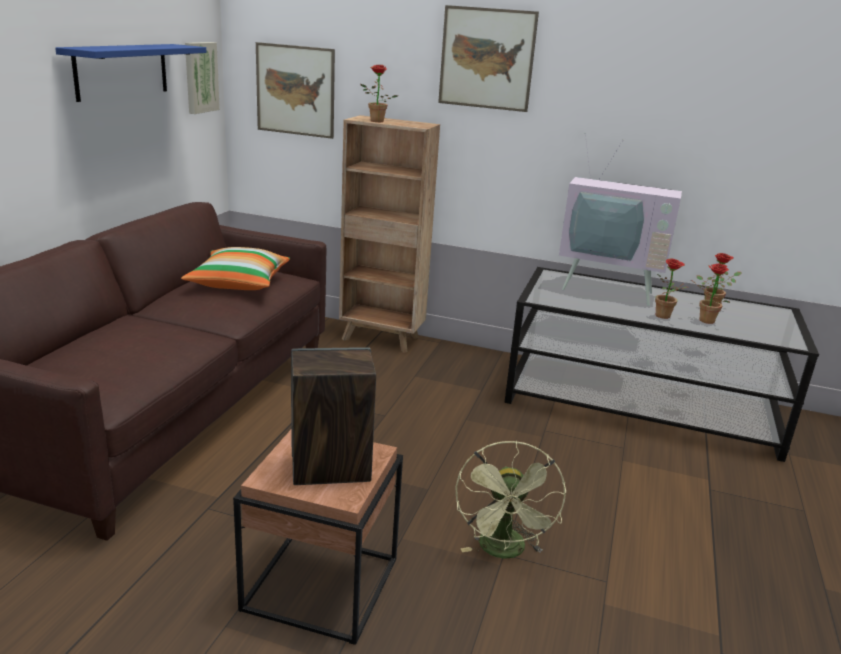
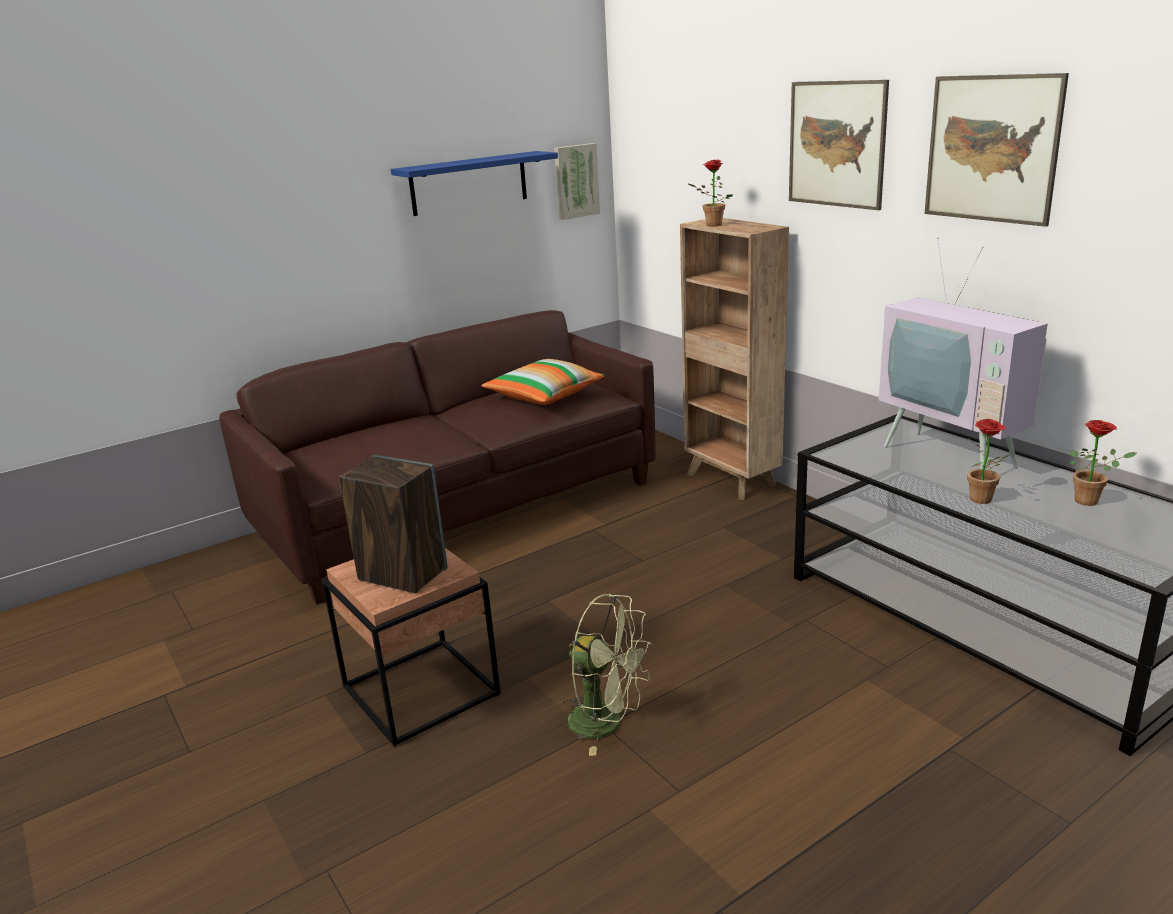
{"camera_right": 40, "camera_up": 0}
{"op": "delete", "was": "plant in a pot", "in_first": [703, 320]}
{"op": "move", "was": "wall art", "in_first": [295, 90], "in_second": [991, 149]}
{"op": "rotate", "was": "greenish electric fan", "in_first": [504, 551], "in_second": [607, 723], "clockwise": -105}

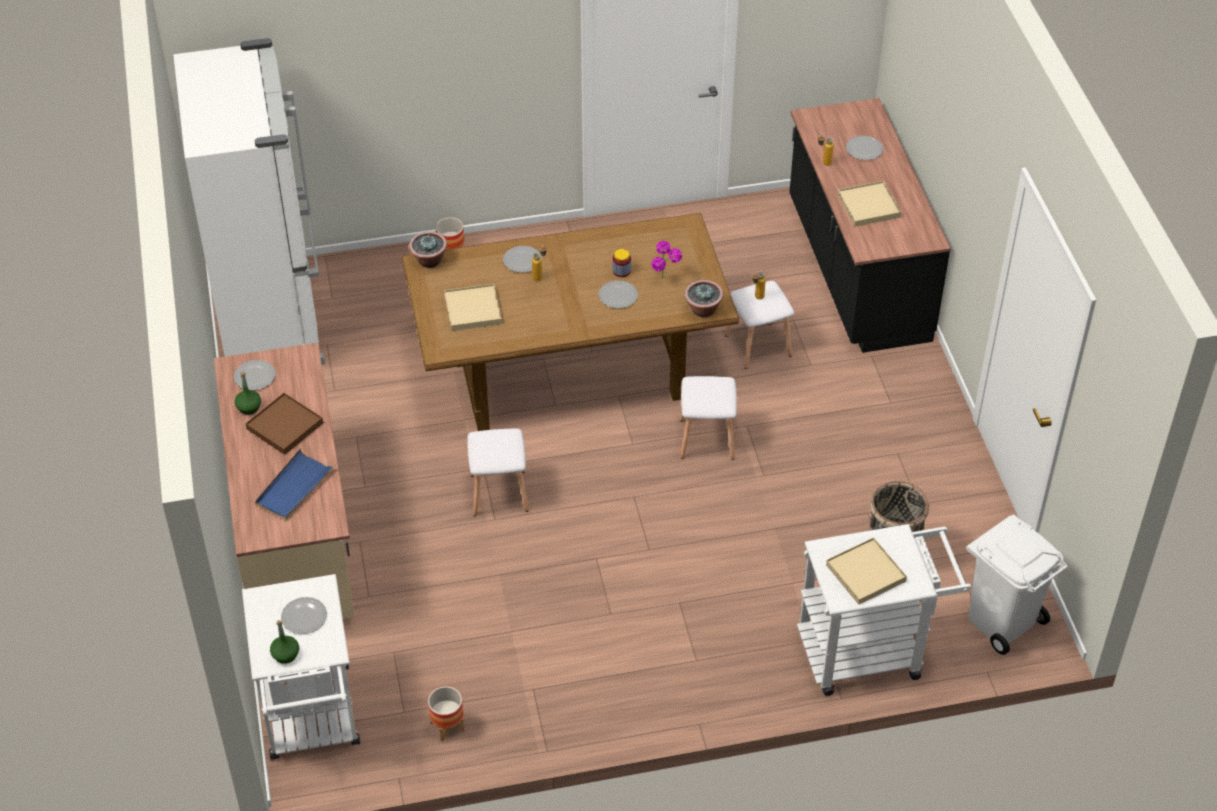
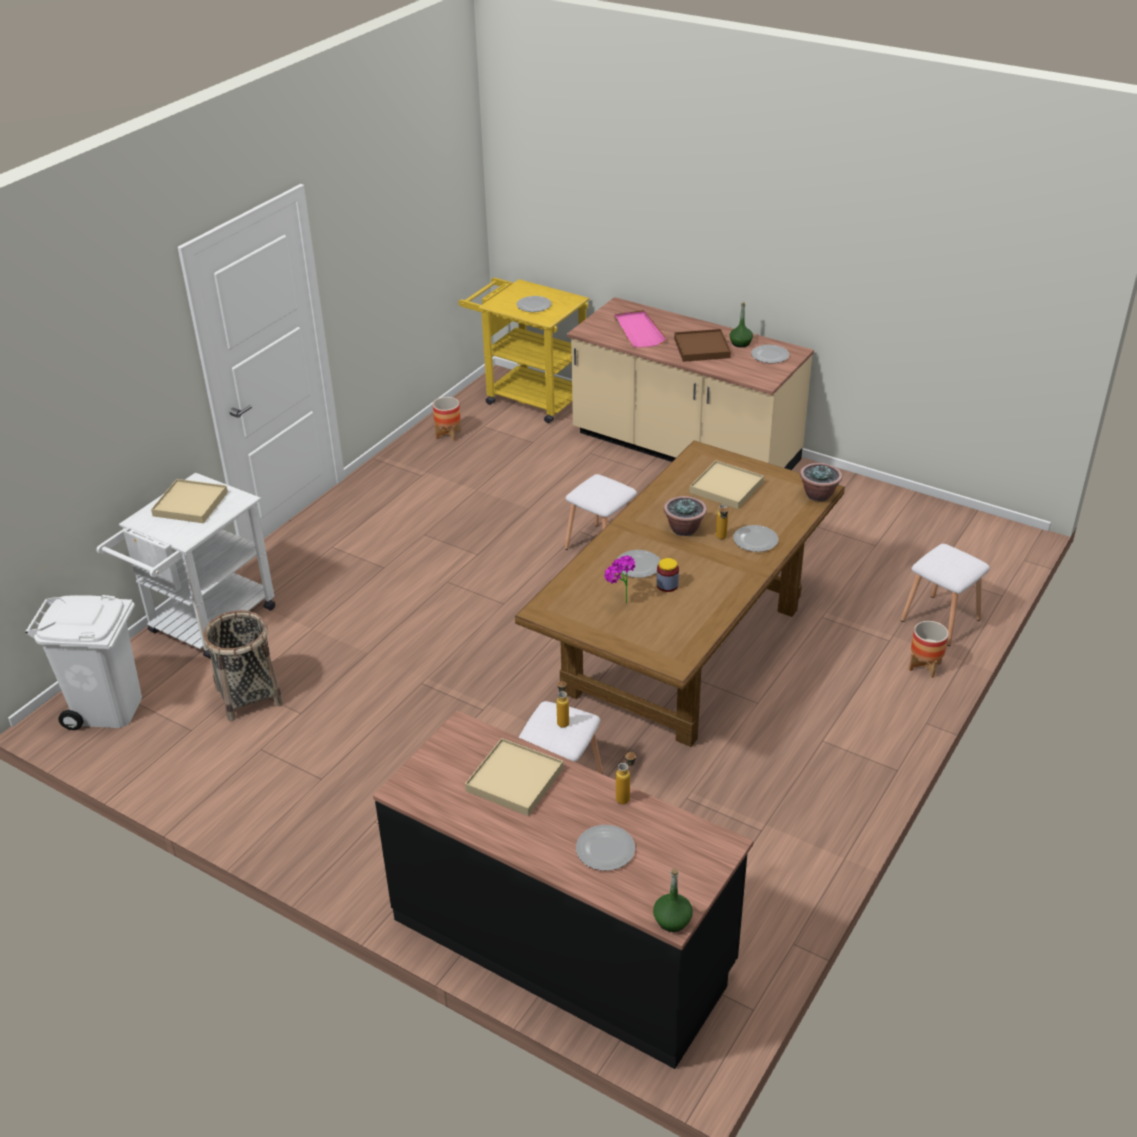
{"camera_right": 135, "camera_up": -10}
{"op": "delete", "was": "whitish kitchen fridge", "in_first": [272, 320]}
{"op": "move", "was": "greenish beverage bottle", "in_first": [285, 654], "in_second": [672, 920]}
{"op": "move", "was": "whitish stool", "in_first": [705, 439], "in_second": [940, 619]}
{"op": "move", "was": "plant in a pot", "in_first": [703, 310], "in_second": [684, 529]}
{"op": "recolor", "was": "whitish cart", "now": "yellow cart", "in_first": [312, 720], "in_second": [528, 396]}
{"op": "recolor", "was": "blue serving tray", "now": "pink serving tray", "in_first": [294, 487], "in_second": [638, 331]}

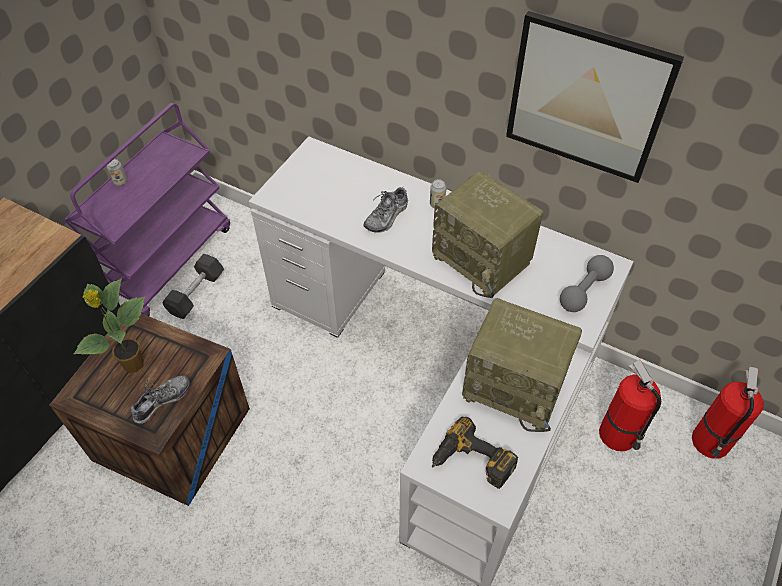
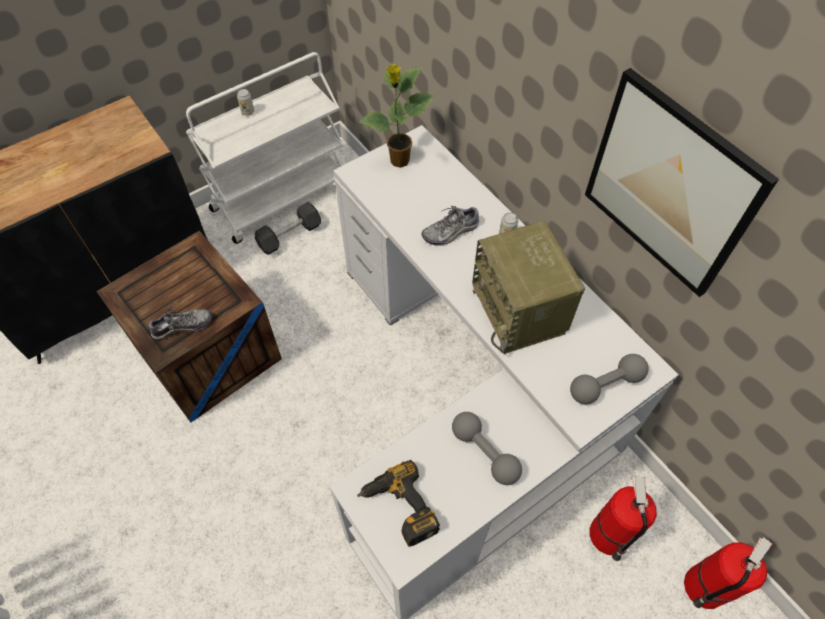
{"camera_right": 25, "camera_up": 5}
{"op": "move", "was": "plant in a pot", "in_first": [133, 365], "in_second": [399, 161]}
{"op": "replace", "was": "radio", "now": "gray dumbbell", "in_first": [516, 386], "in_second": [485, 453]}
{"op": "recolor", "was": "purple-coloured cart", "now": "whitish cart", "in_first": [168, 260], "in_second": [281, 196]}

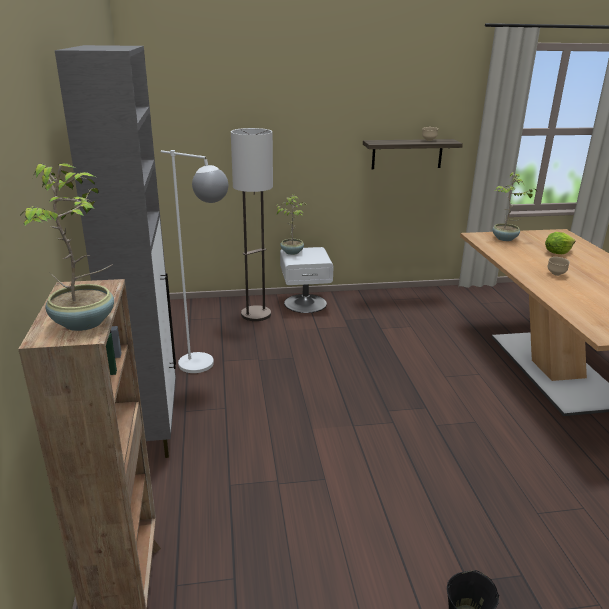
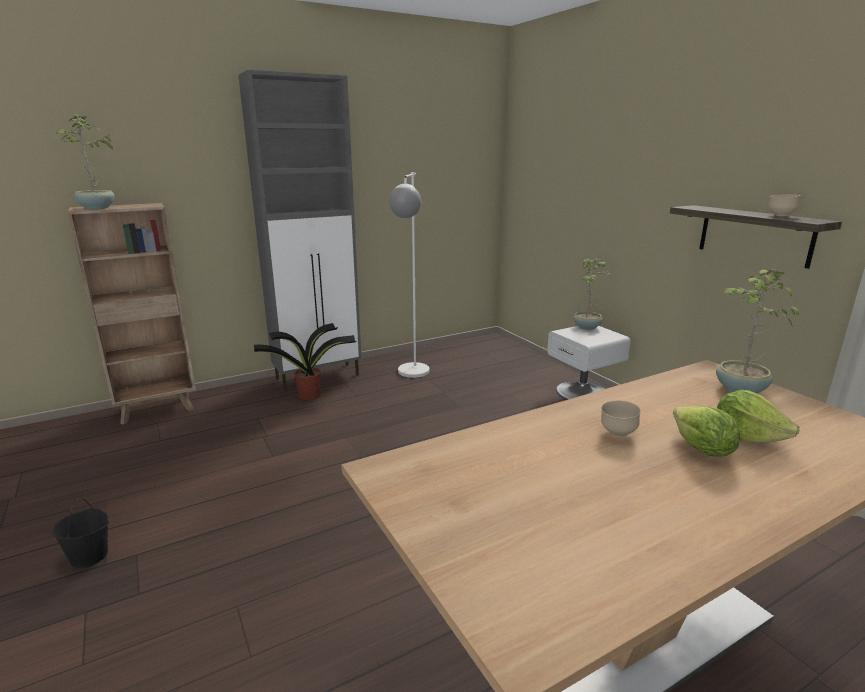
{"camera_right": 70, "camera_up": -5}
{"op": "delete", "was": "standing lamp", "in_first": [256, 314]}
{"op": "insert", "now": "plant in a pot", "in_second": [311, 395]}
{"op": "insert", "now": "lettuce", "in_second": [701, 449]}

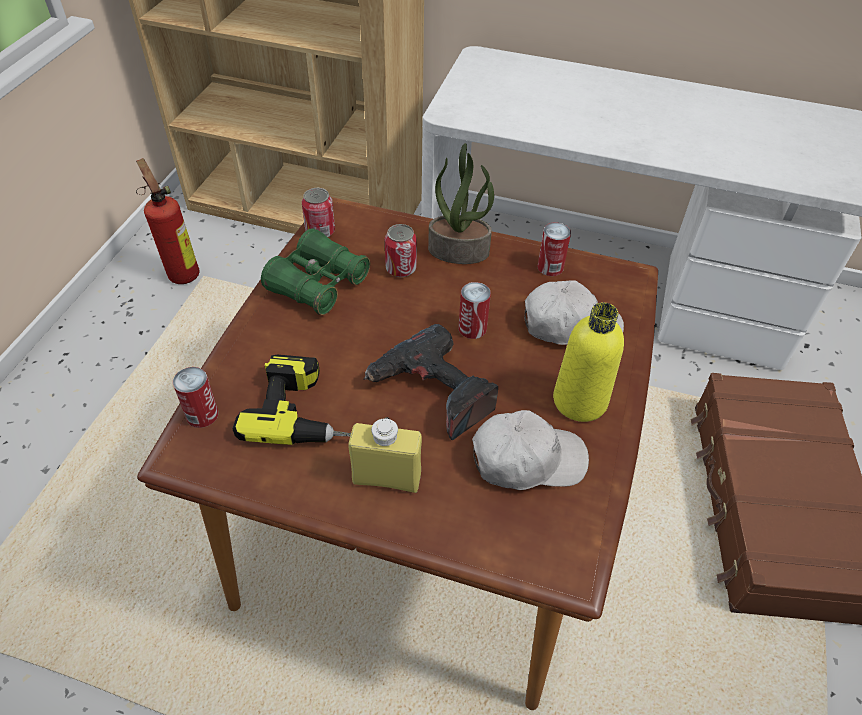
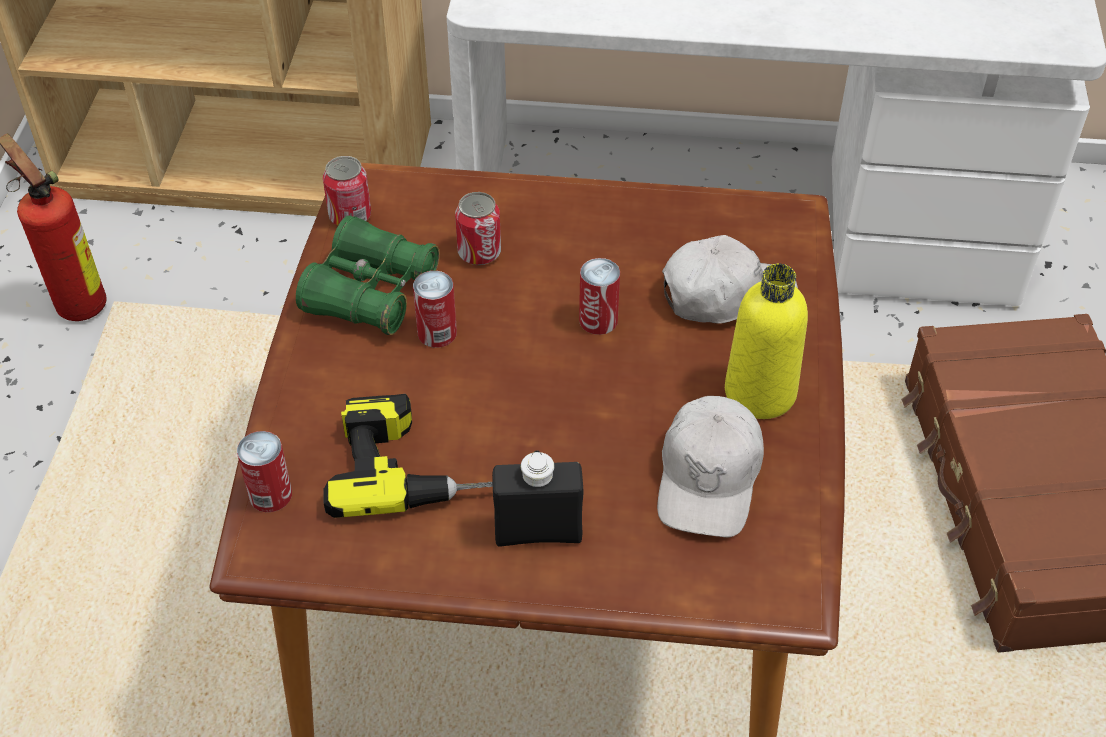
{"camera_right": -10, "camera_up": 0}
{"op": "delete", "was": "power drill", "in_first": [433, 392]}
{"op": "delete", "was": "plant in a pot", "in_first": [459, 250]}
{"op": "move", "was": "sealed can", "in_first": [550, 267], "in_second": [437, 333]}
{"op": "recolor", "was": "yellow beverage bottle", "now": "blackish beverage bottle", "in_first": [386, 478], "in_second": [538, 532]}
{"op": "rotate", "was": "whitish cap", "in_first": [527, 459], "in_second": [709, 478], "clockwise": 120}

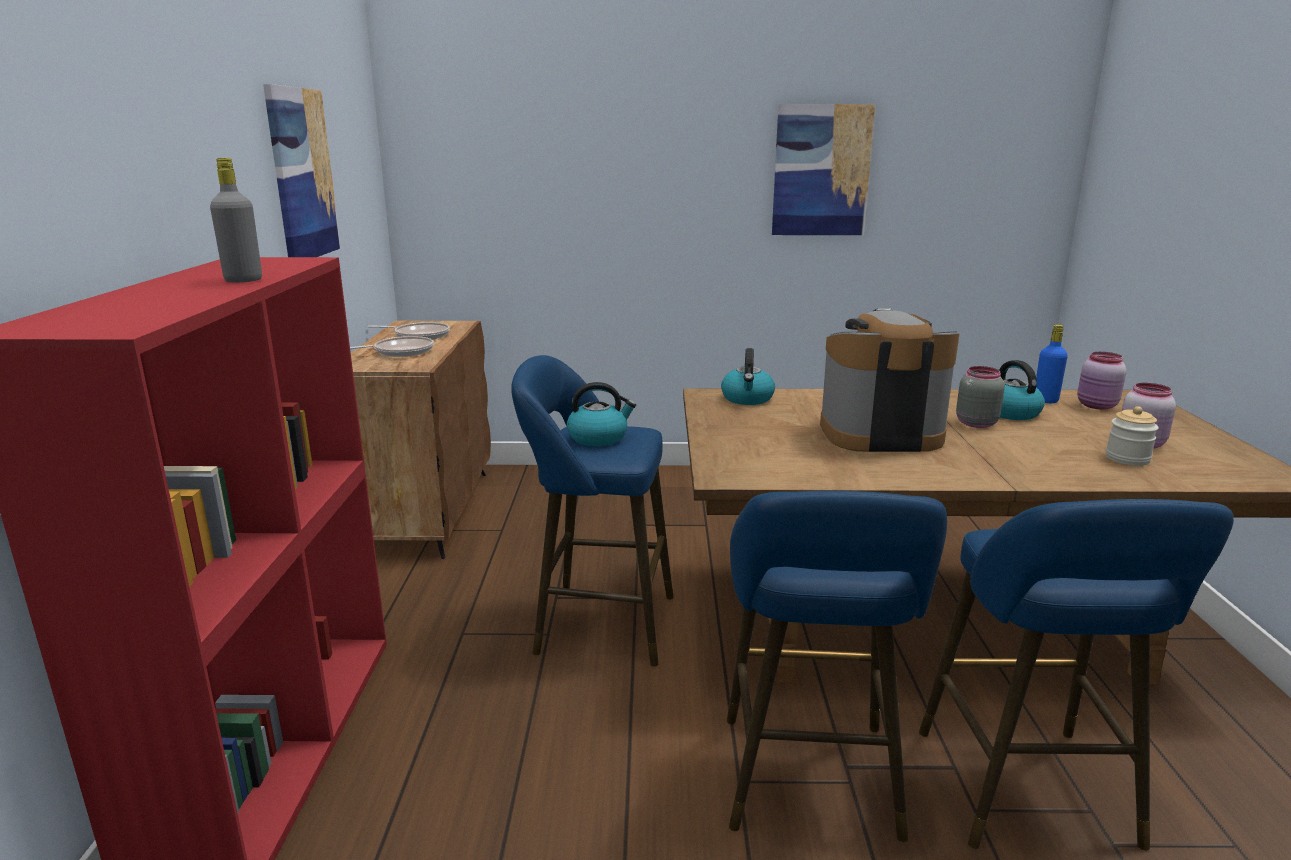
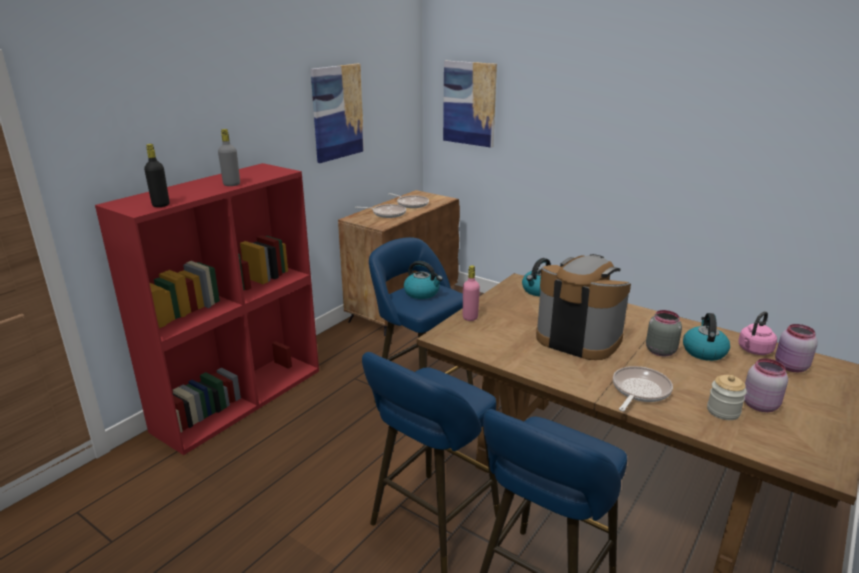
{"camera_right": 35, "camera_up": 5}
{"op": "insert", "now": "blackish beverage bottle", "in_second": [161, 205]}
{"op": "insert", "now": "pink beverage bottle", "in_second": [470, 317]}
{"op": "insert", "now": "pan", "in_second": [639, 390]}
{"op": "move", "was": "wall art", "in_first": [821, 171], "in_second": [469, 103]}
{"op": "replace", "was": "blue beverage bottle", "now": "pink kettle", "in_first": [1045, 400], "in_second": [754, 350]}

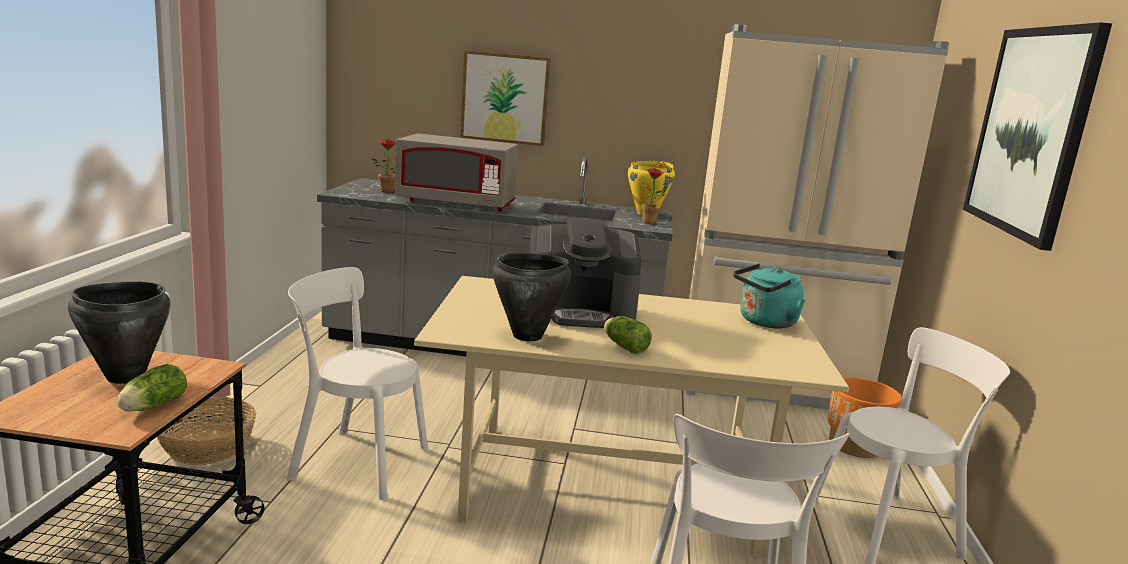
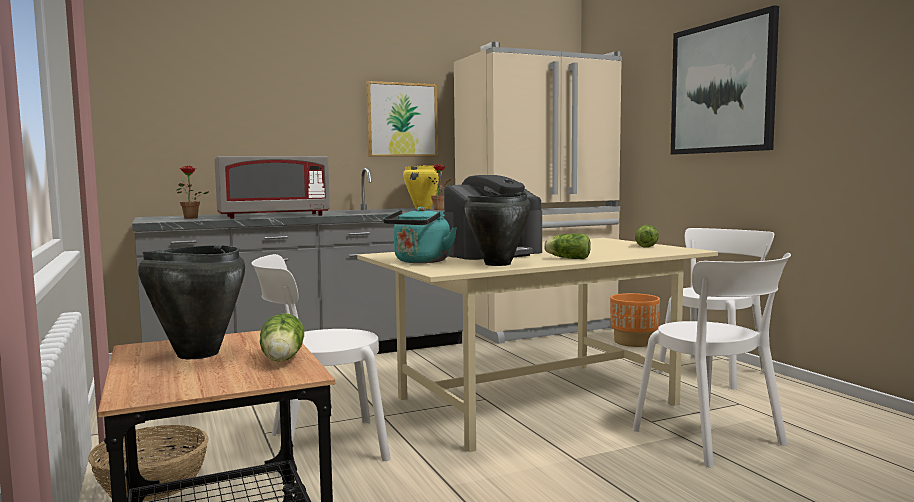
{"camera_right": -30, "camera_up": -10}
{"op": "insert", "now": "lettuce", "in_second": [646, 246]}
{"op": "move", "was": "wall art", "in_first": [505, 98], "in_second": [402, 120]}
{"op": "move", "was": "blue-green kettle", "in_first": [765, 322], "in_second": [420, 262]}

